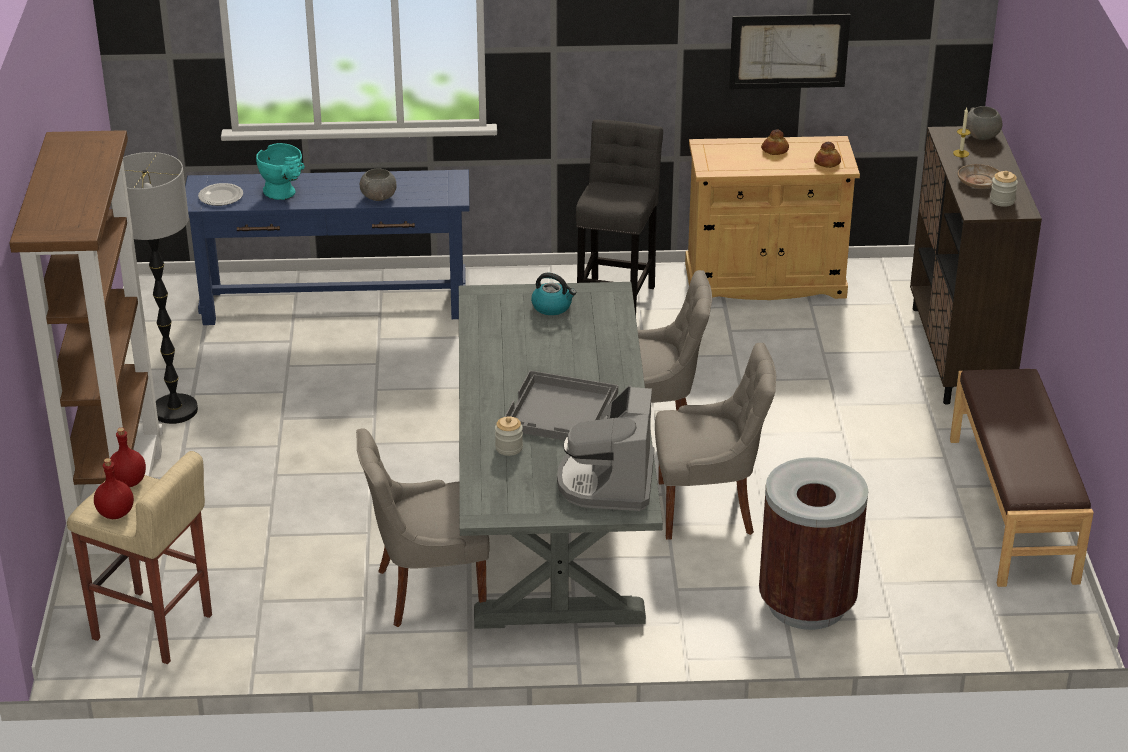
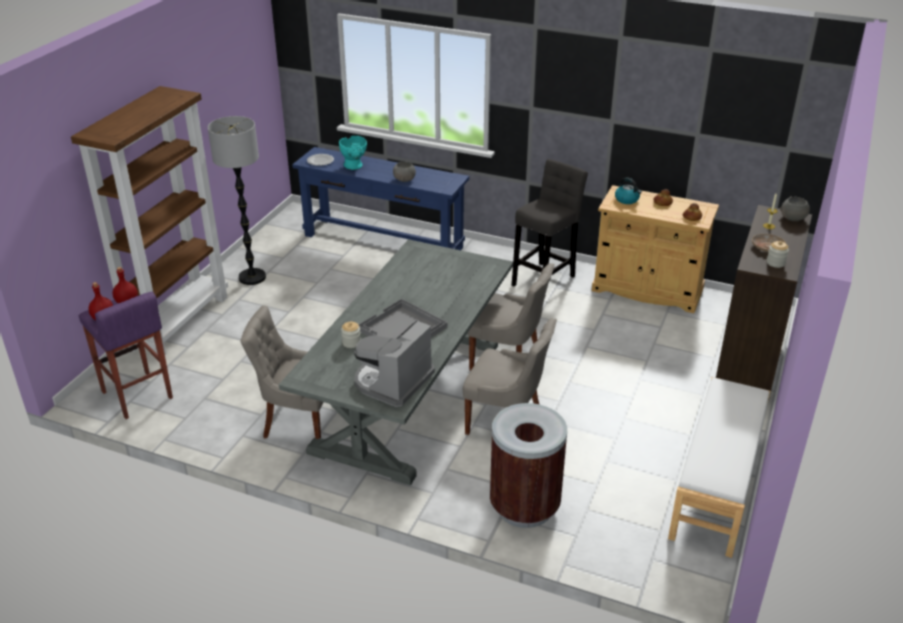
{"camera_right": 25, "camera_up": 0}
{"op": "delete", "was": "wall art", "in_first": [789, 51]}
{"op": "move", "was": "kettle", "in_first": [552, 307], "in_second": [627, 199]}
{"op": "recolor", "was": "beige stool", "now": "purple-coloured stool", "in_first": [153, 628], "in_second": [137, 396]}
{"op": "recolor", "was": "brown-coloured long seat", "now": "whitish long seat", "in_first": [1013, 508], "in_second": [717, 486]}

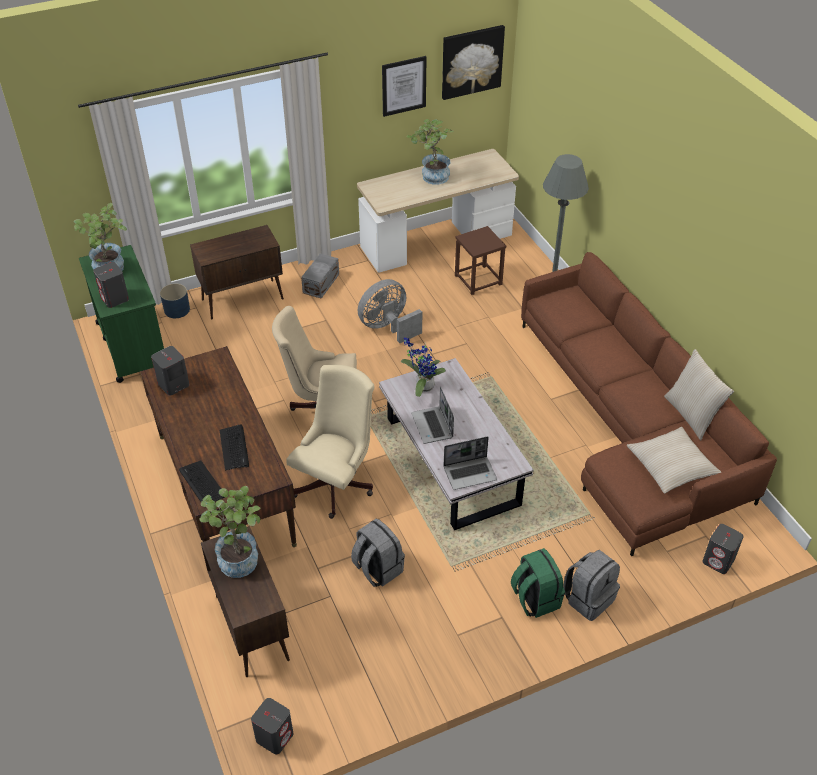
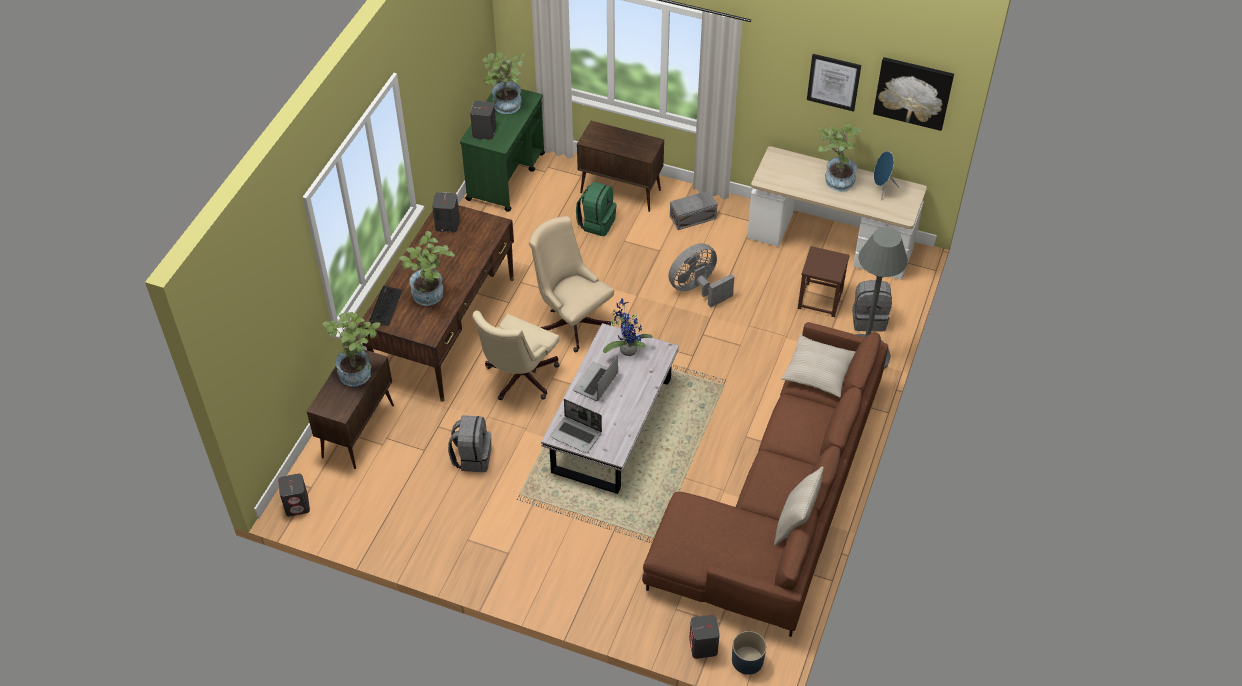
{"camera_right": 45, "camera_up": 5}
{"op": "insert", "now": "blue speaker", "in_second": [881, 189]}
{"op": "move", "was": "blue flower pot", "in_first": [176, 310], "in_second": [747, 660]}
{"op": "move", "was": "greenish knapsack", "in_first": [535, 599], "in_second": [596, 223]}
{"op": "move", "was": "gray knapsack", "in_first": [588, 598], "in_second": [869, 319]}
{"op": "move", "was": "beige throw pillow", "in_first": [671, 466], "in_second": [818, 371]}
{"op": "replace", "was": "computer keyboard", "now": "plant in a pot", "in_first": [234, 448], "in_second": [431, 297]}
{"op": "rotate", "was": "beige office chair", "in_first": [337, 482], "in_second": [518, 379], "clockwise": 135}
{"op": "rotate", "was": "gray electric fan", "in_first": [388, 327], "in_second": [697, 289], "clockwise": -45}

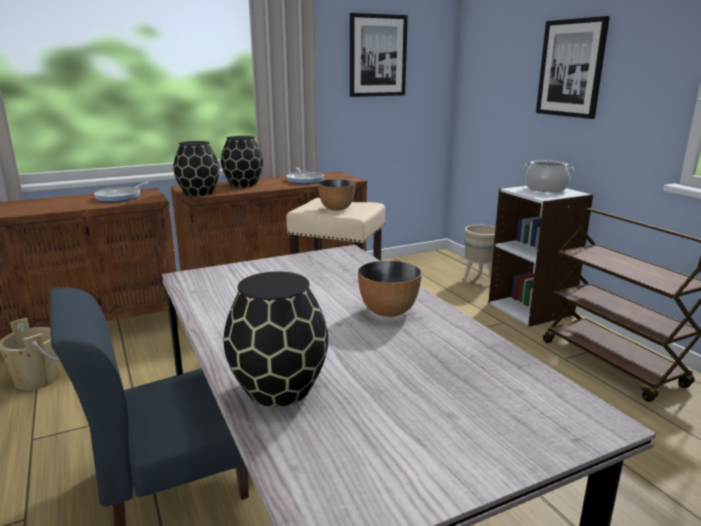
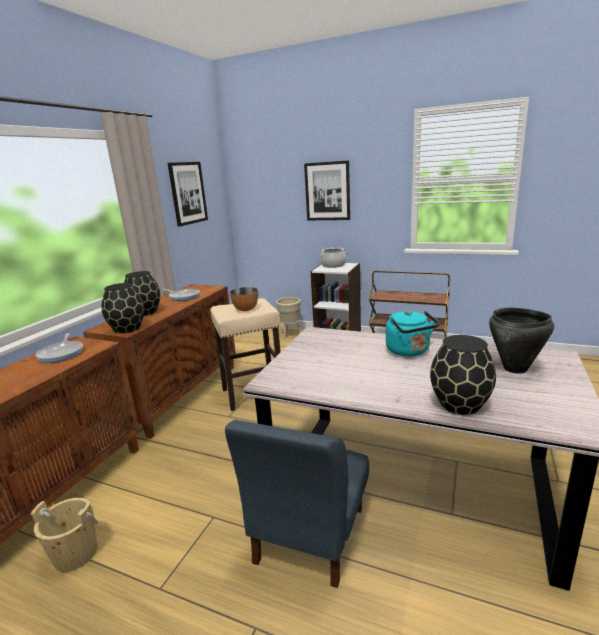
{"camera_right": -40, "camera_up": 0}
{"op": "insert", "now": "blackish stockpot", "in_second": [515, 369]}
{"op": "replace", "was": "deep dish", "now": "blue-green kettle", "in_first": [387, 311], "in_second": [409, 351]}

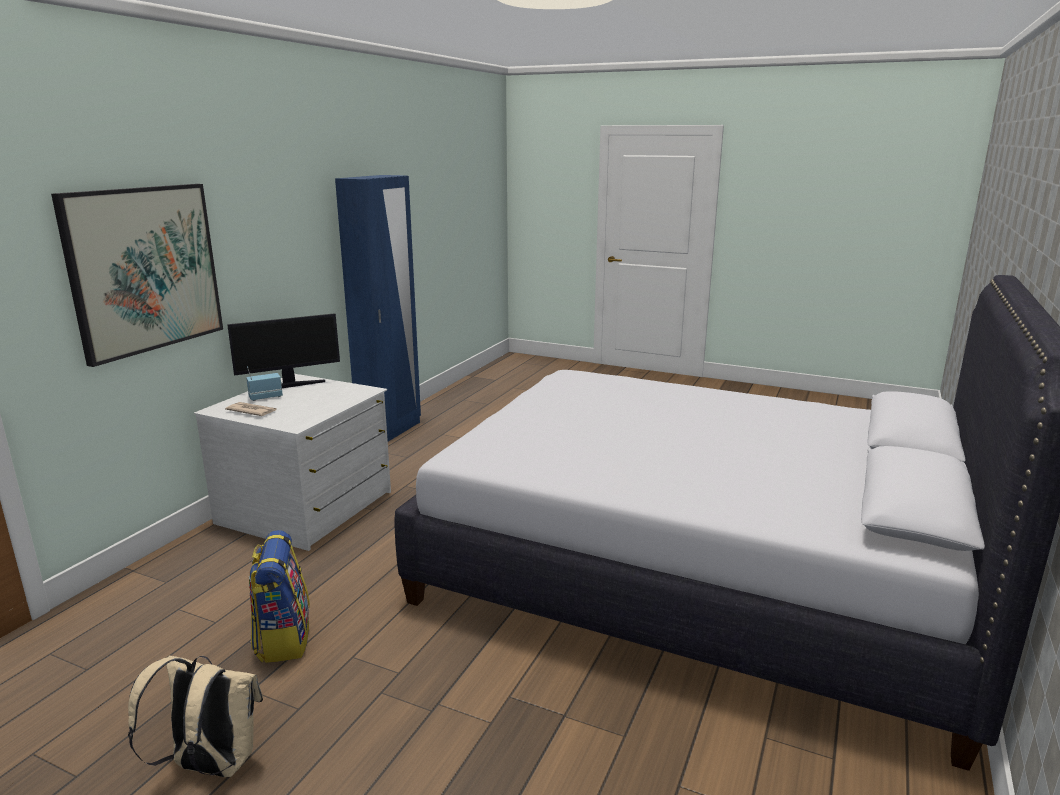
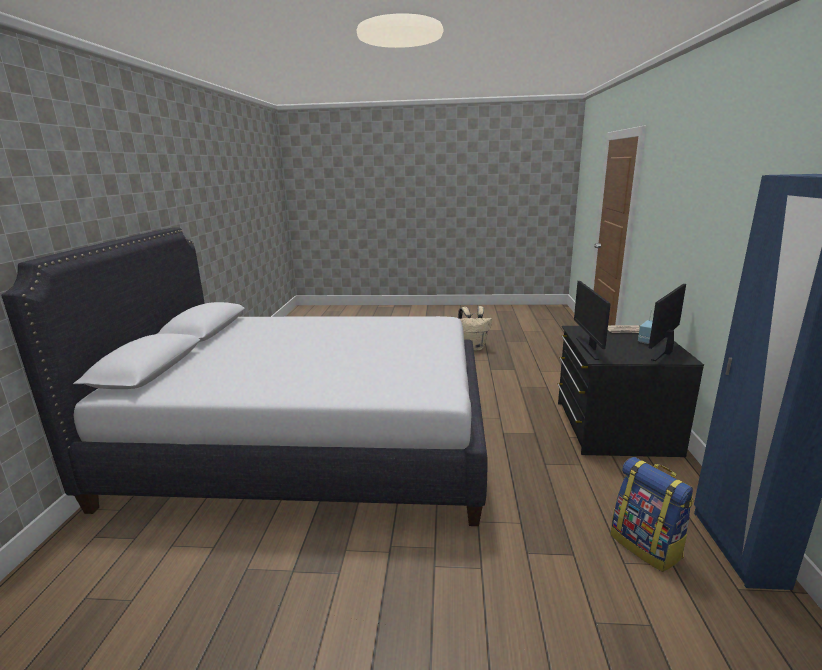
{"camera_right": 160, "camera_up": 0}
{"op": "delete", "was": "wall art", "in_first": [144, 269]}
{"op": "insert", "now": "computer screen", "in_second": [589, 348]}
{"op": "move", "was": "knapsack", "in_first": [283, 638], "in_second": [646, 546]}
{"op": "recolor", "was": "whitish drawer chest", "now": "blackish drawer chest", "in_first": [308, 508], "in_second": [613, 427]}

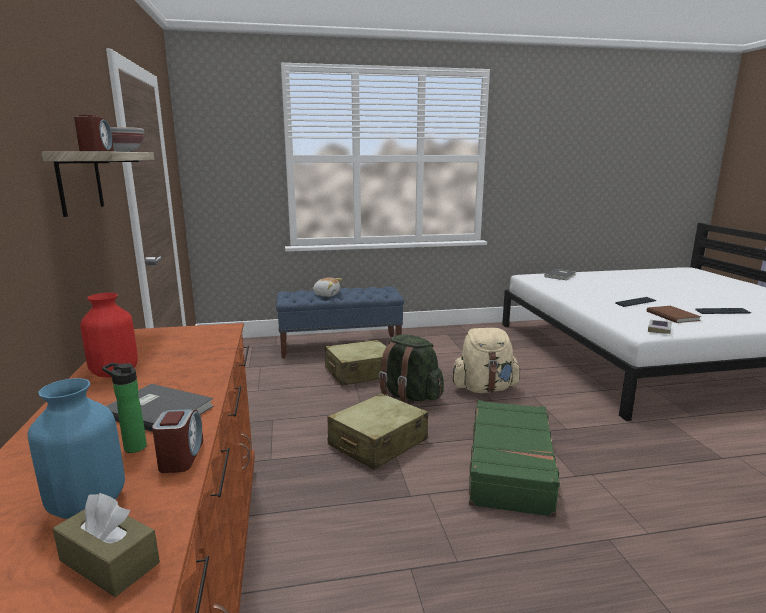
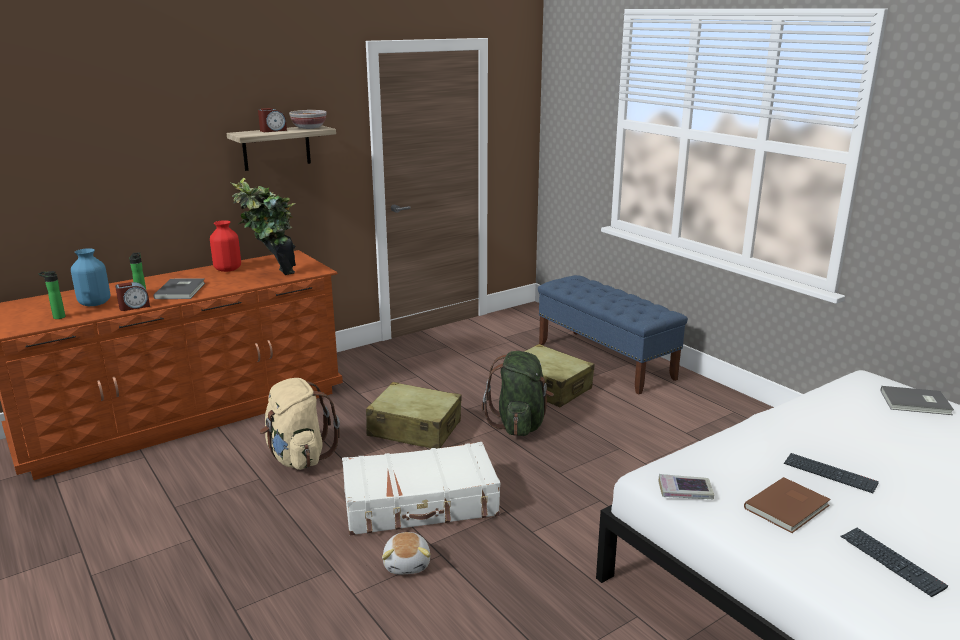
{"camera_right": 65, "camera_up": 5}
{"op": "insert", "now": "plant in a pot", "in_second": [272, 276]}
{"op": "move", "was": "soft toy", "in_first": [326, 295], "in_second": [407, 563]}
{"op": "move", "was": "beige knapsack", "in_first": [484, 388], "in_second": [298, 457]}
{"op": "replace", "was": "brown-coloured box of tissues", "now": "beverage bottle", "in_first": [109, 562], "in_second": [57, 317]}
{"op": "recolor", "was": "greenish suitcase", "now": "whitish suitcase", "in_first": [511, 467], "in_second": [420, 503]}

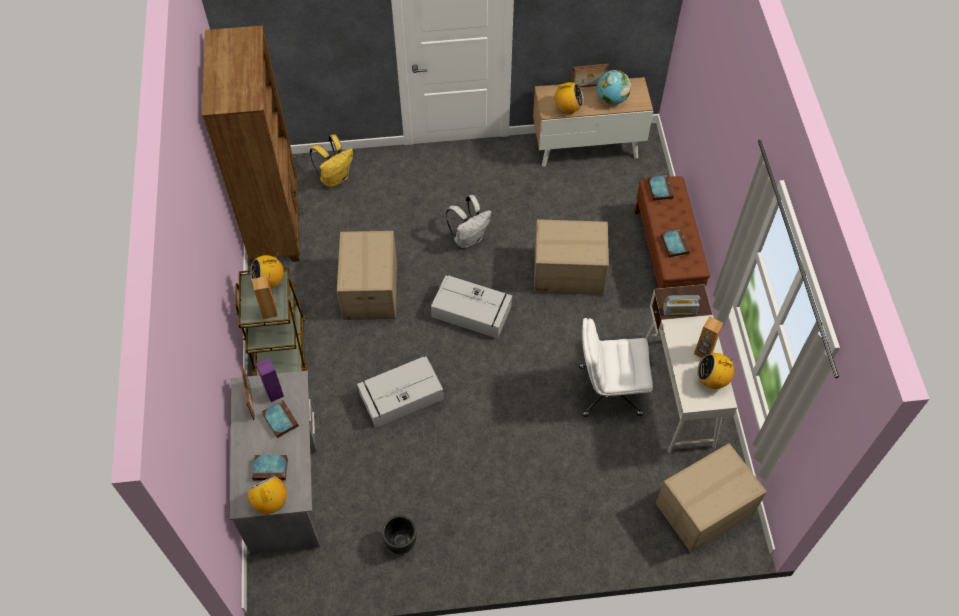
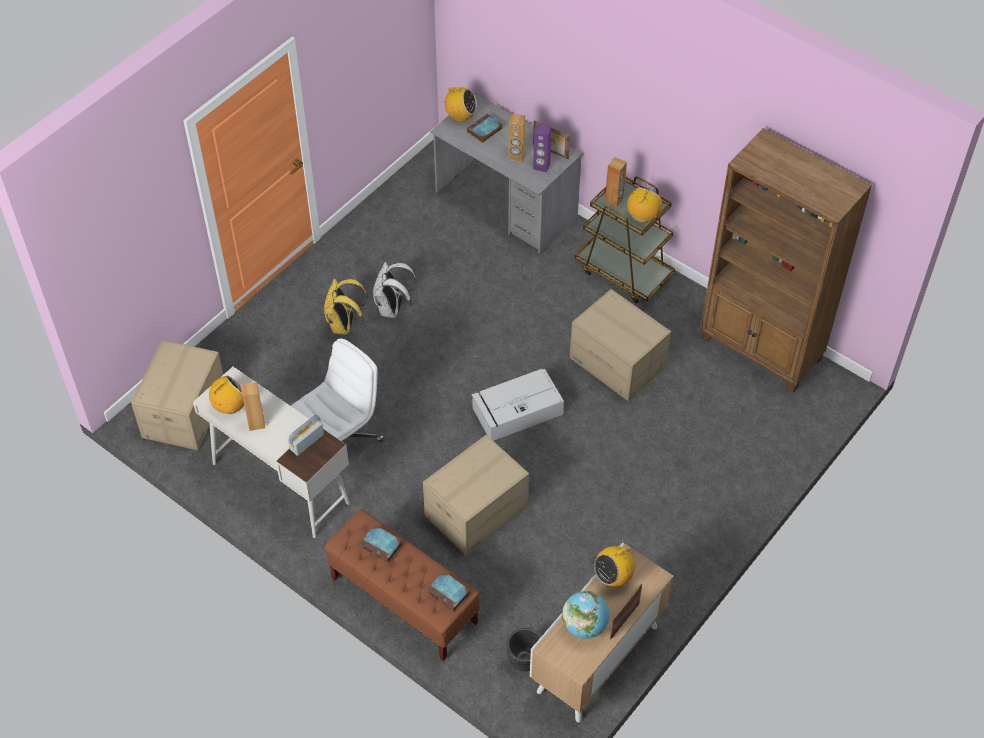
{"camera_right": 135, "camera_up": -5}
{"op": "delete", "was": "gray storage box", "in_first": [400, 397]}
{"op": "move", "was": "yellow knapsack", "in_first": [335, 178], "in_second": [344, 326]}
{"op": "move", "was": "blackish flower pot", "in_first": [400, 542], "in_second": [525, 659]}
{"op": "move", "was": "whitish knapsack", "in_first": [469, 238], "in_second": [392, 309]}
{"op": "replace", "was": "bound book", "now": "brown-coloured speaker", "in_first": [280, 420], "in_second": [516, 156]}

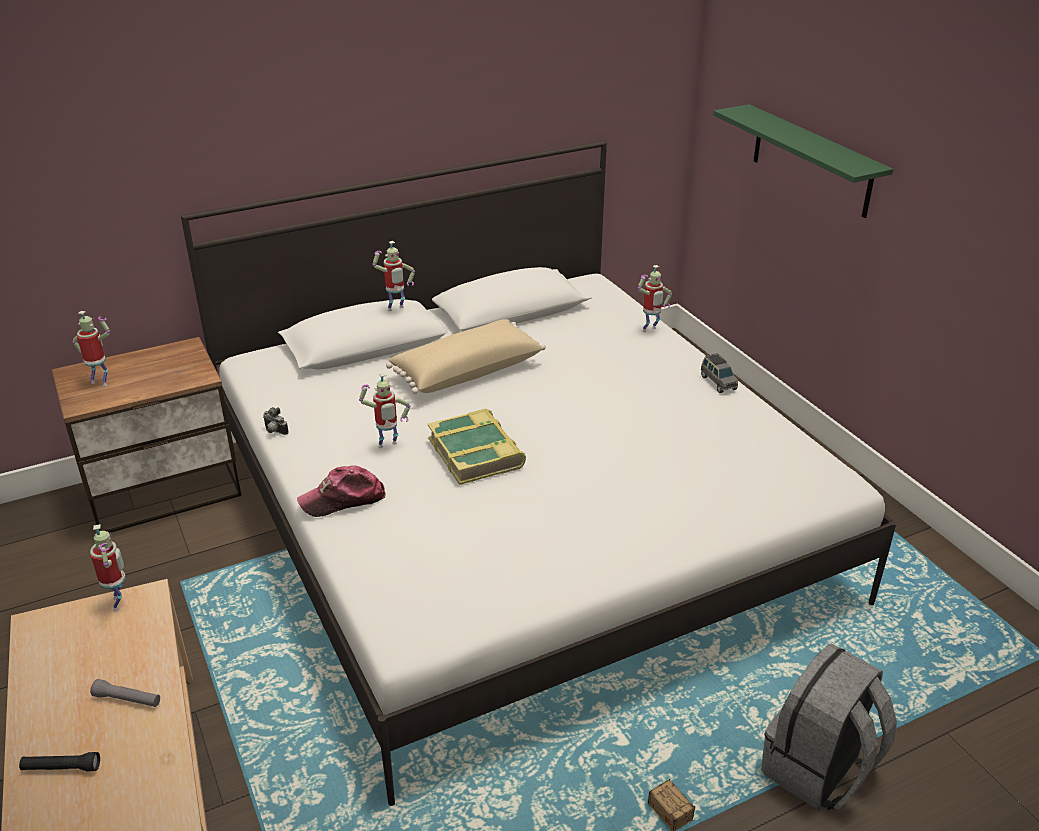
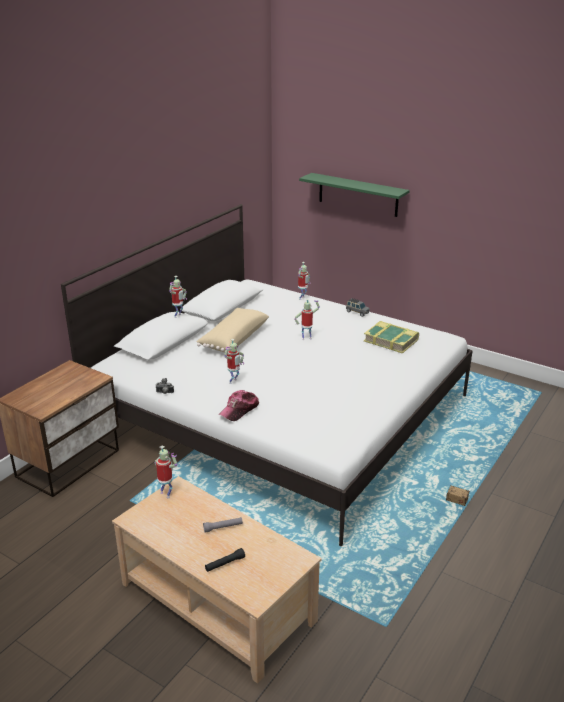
{"camera_right": -30, "camera_up": -5}
{"op": "delete", "was": "gray knapsack", "in_first": [819, 770]}
{"op": "move", "was": "robot figure", "in_first": [101, 382], "in_second": [306, 338]}
{"op": "move", "was": "bound book", "in_first": [476, 453], "in_second": [391, 340]}

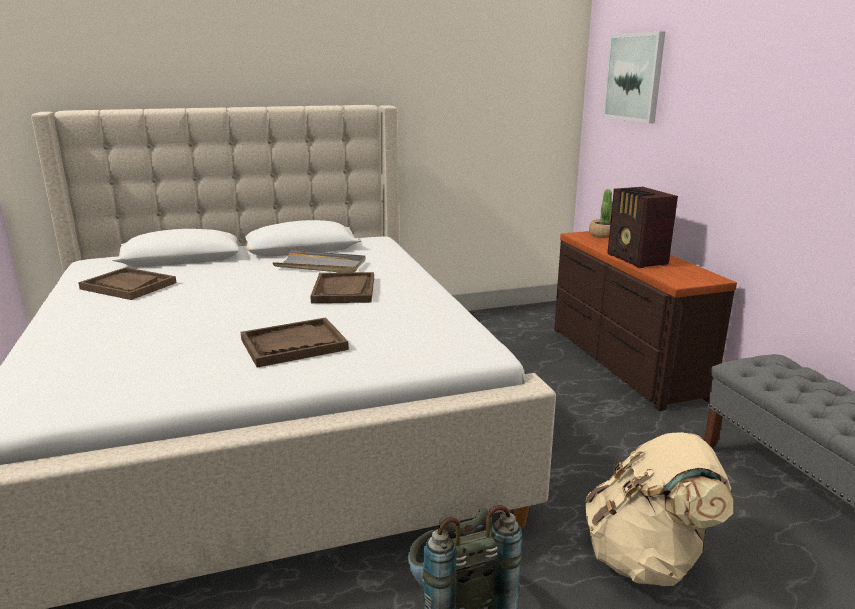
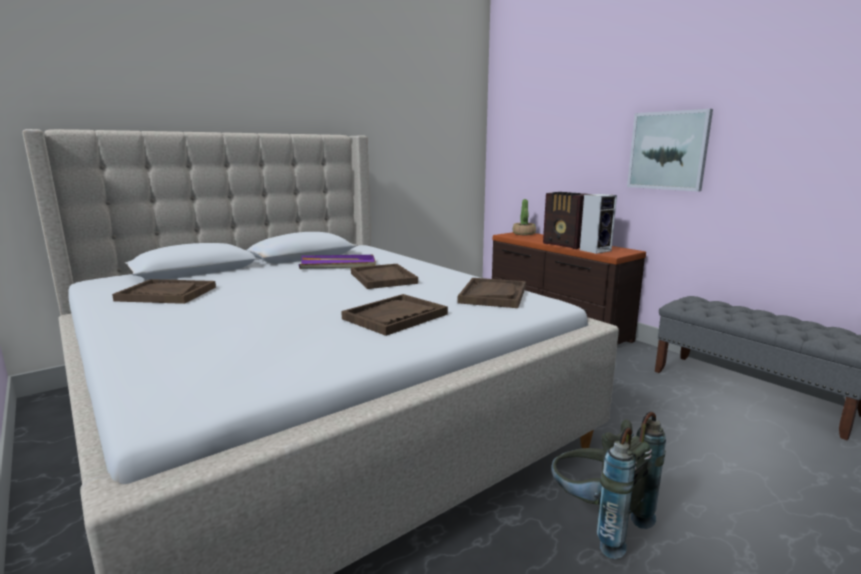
{"camera_right": -20, "camera_up": -5}
{"op": "delete", "was": "beige knapsack", "in_first": [647, 559]}
{"op": "insert", "now": "brown-coloured serving tray", "in_second": [493, 295]}
{"op": "insert", "now": "speaker", "in_second": [595, 250]}
{"op": "move", "was": "wall art", "in_first": [634, 77], "in_second": [668, 150]}
{"op": "recolor", "was": "gray serving tray", "now": "purple-coloured serving tray", "in_first": [321, 265], "in_second": [338, 265]}

